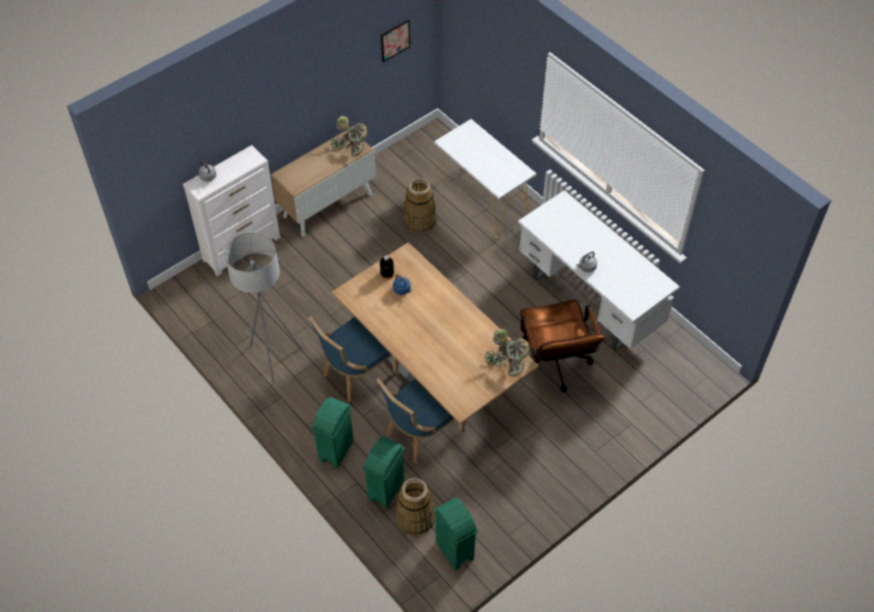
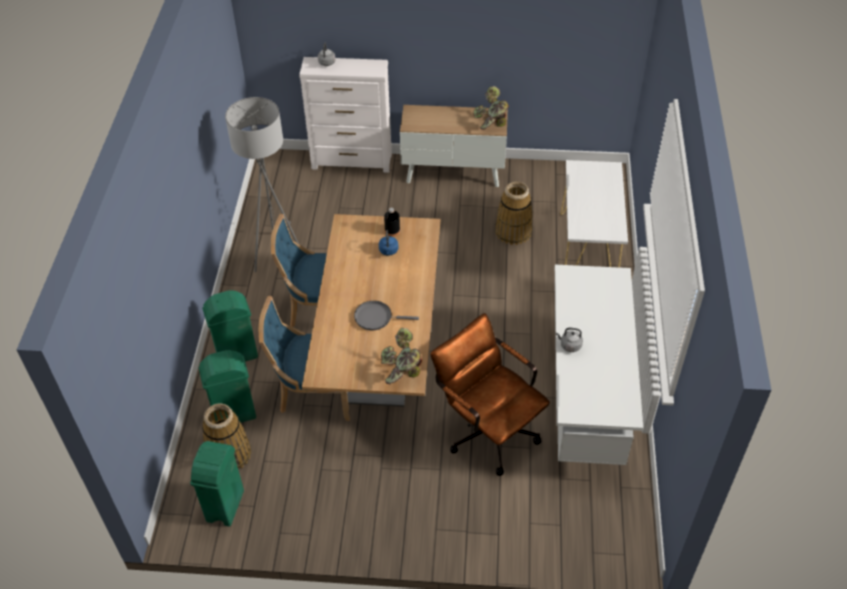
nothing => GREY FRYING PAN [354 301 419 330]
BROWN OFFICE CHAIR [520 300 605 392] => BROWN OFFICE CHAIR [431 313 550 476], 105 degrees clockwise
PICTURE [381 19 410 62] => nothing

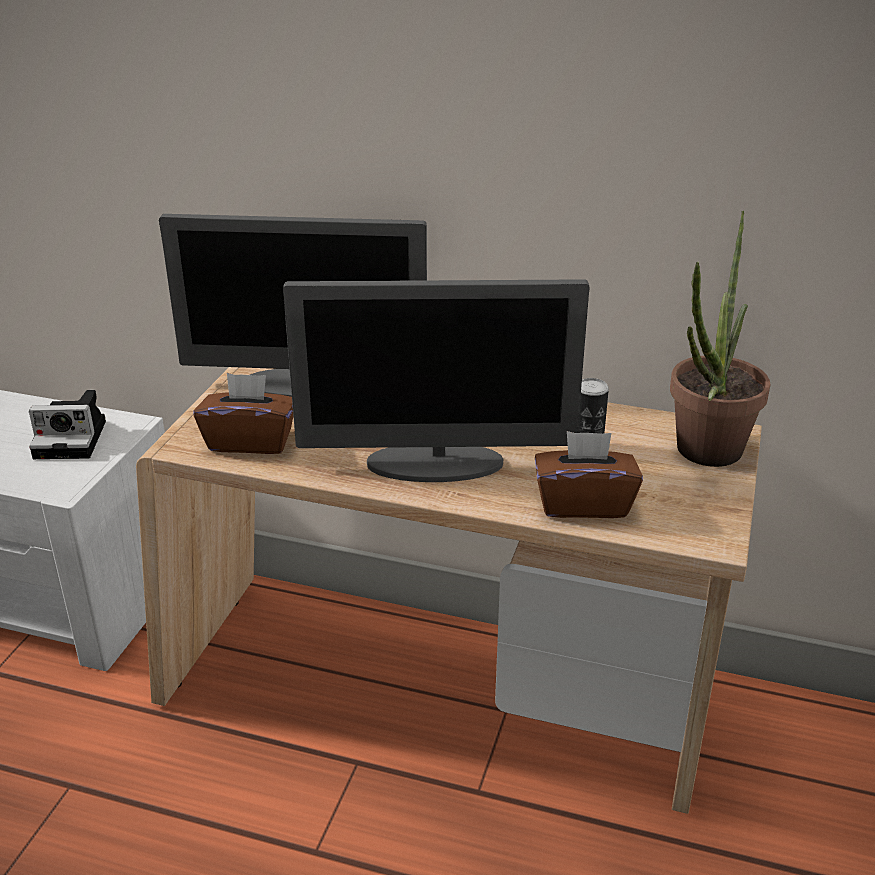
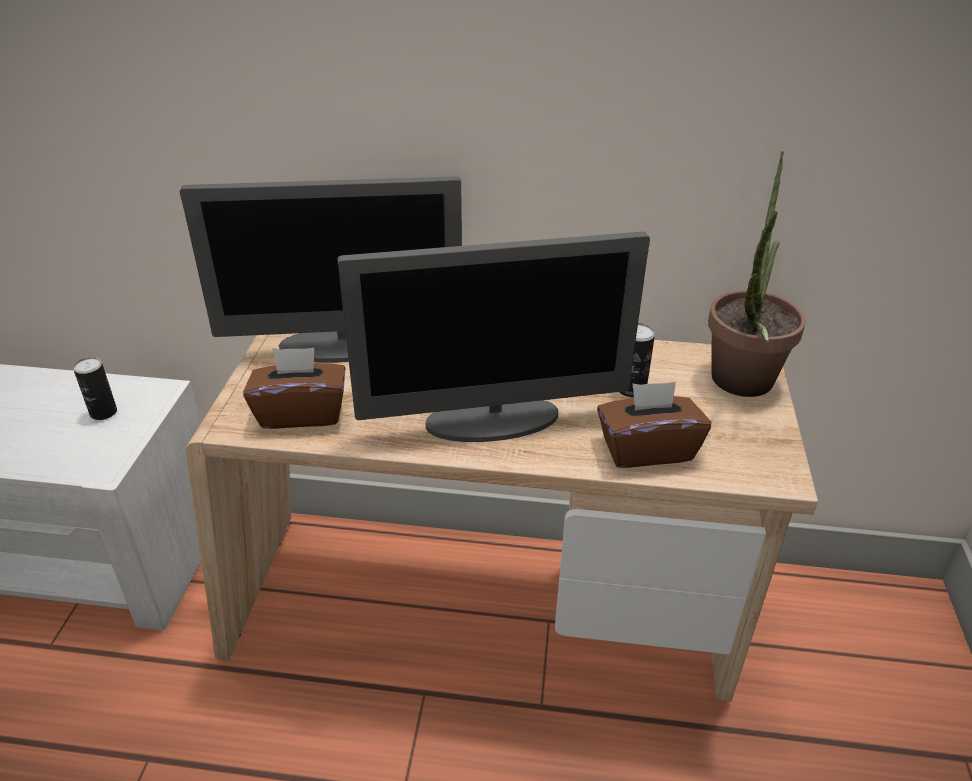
PHOTO CAMERA [29 390 106 459] => CAN [73 357 117 420]

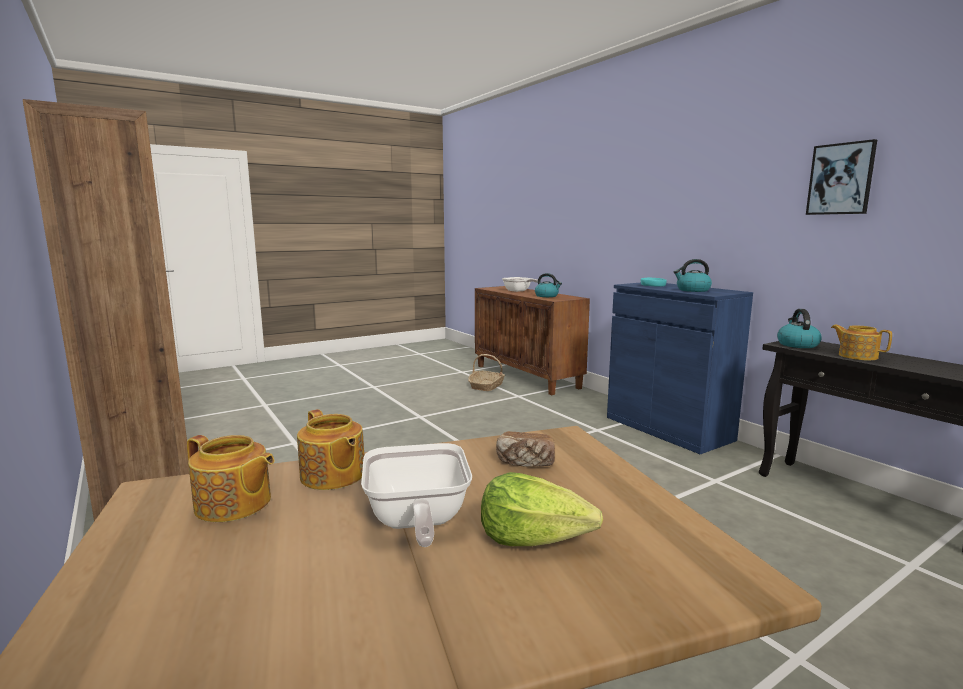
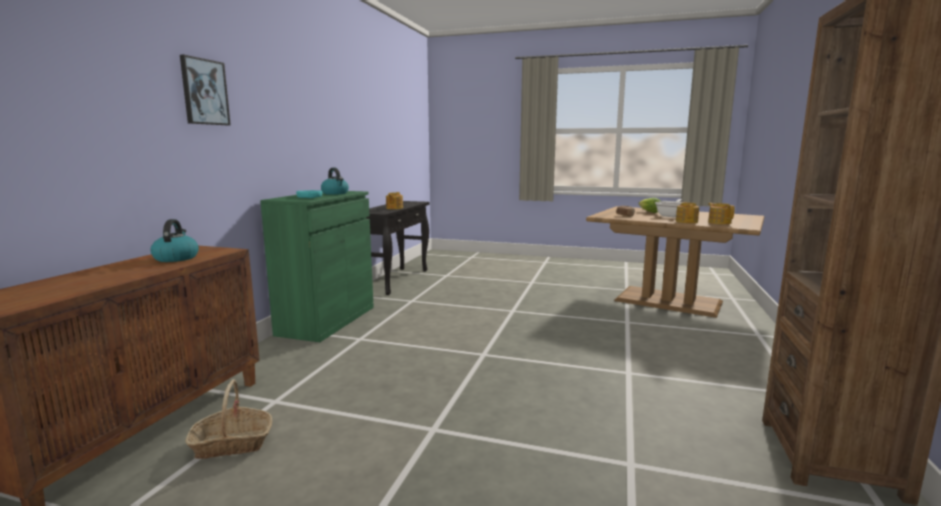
PICTURE [806 139 877 215] => PICTURE [180 55 231 125], moved
BLUE CABINET [607 283 753 454] => GREEN CABINET [260 191 374 342]
FRYING PAN [502 277 538 292] => nothing
KETTLE [777 309 822 348] => nothing

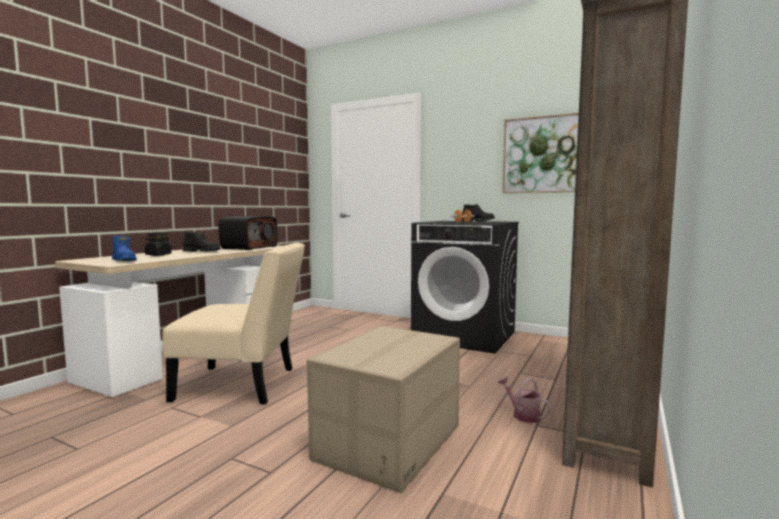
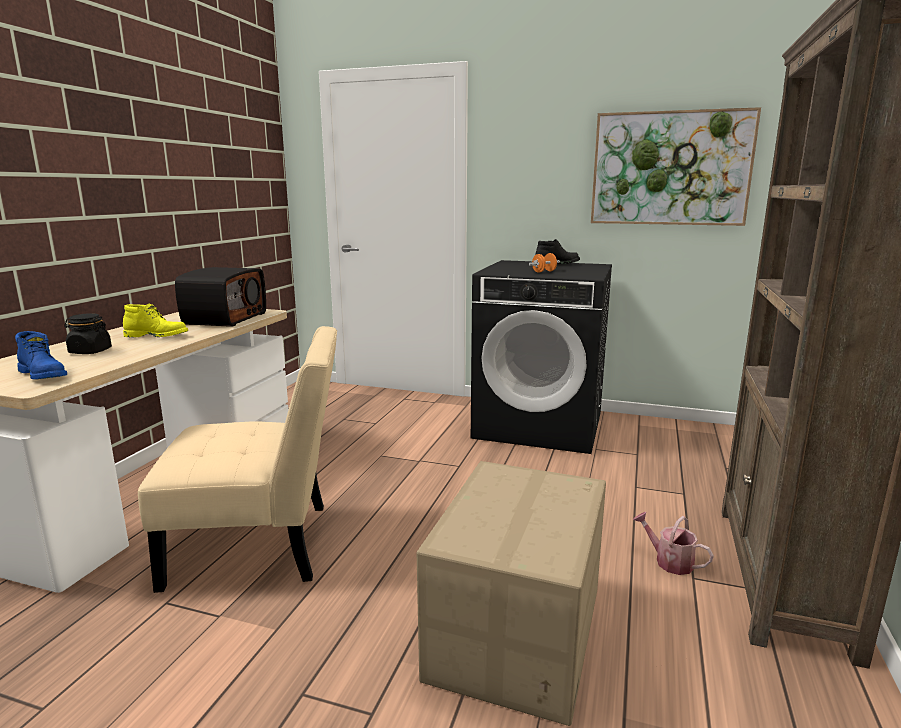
BLACK BOOT [183 231 221 252] => YELLOW BOOT [123 304 188 337]

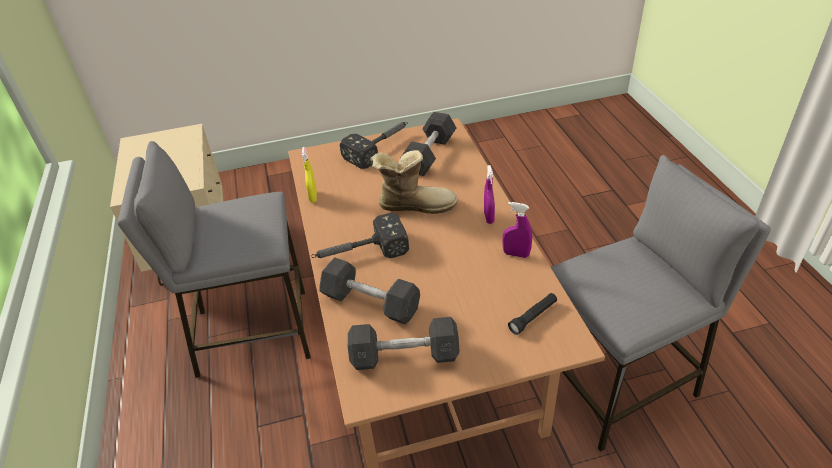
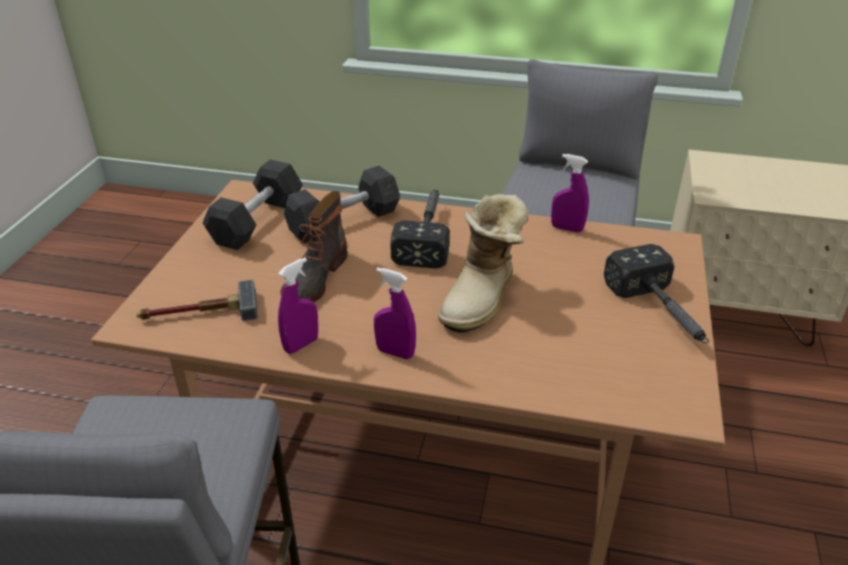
BLACK FLASHLIGHT [508 293 557 335] => HAMMER [136 280 258 321]
nothing => BOOT [280 191 347 302]
YELLOW SPRAY BOTTLE [302 147 317 203] => PURPLE SPRAY BOTTLE [551 154 589 233]
GREY DUMBBELL [401 112 457 176] => nothing

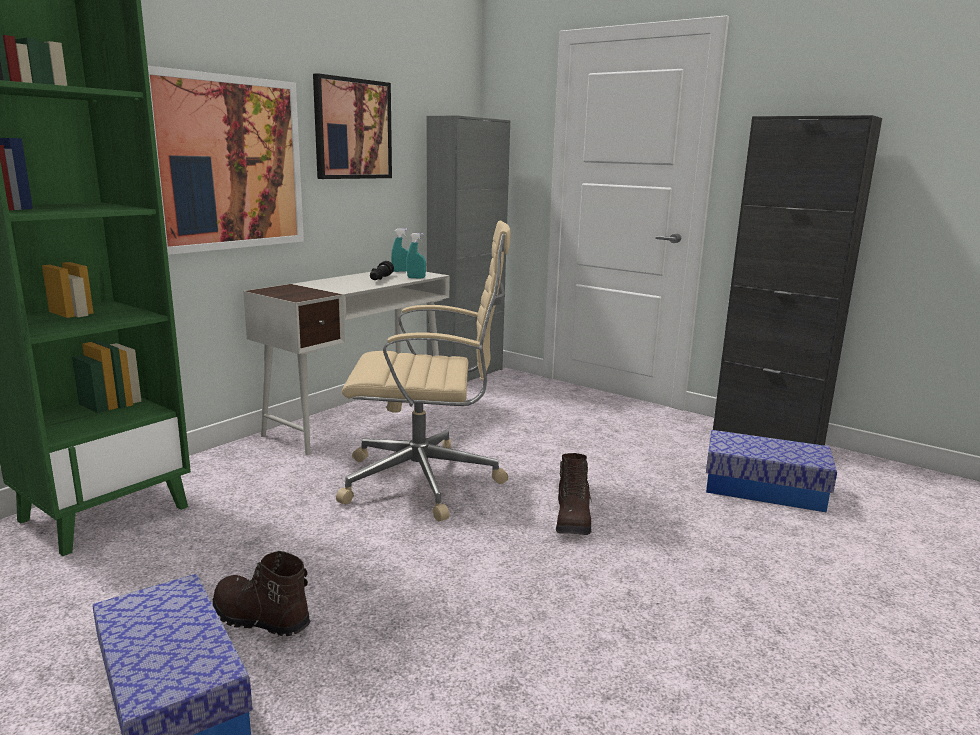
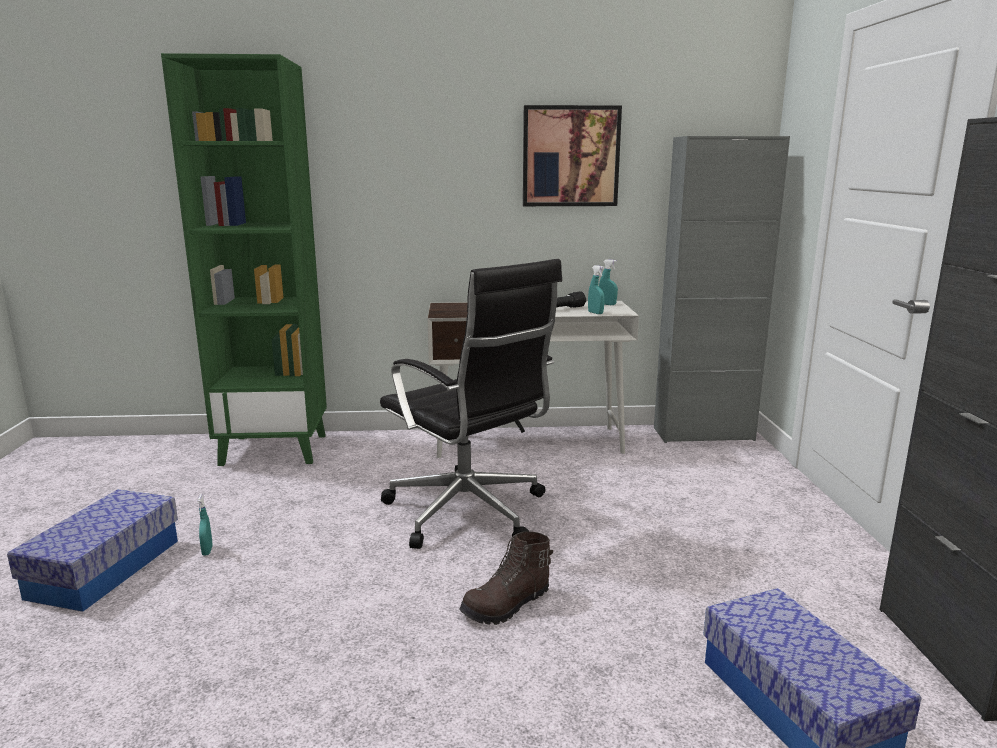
BROWN BOOT [213 551 310 636] => TURQUOISE SPRAY BOTTLE [197 494 213 556]
BEIGE OFFICE CHAIR [336 221 511 521] => BLACK OFFICE CHAIR [380 259 562 549]
PICTURE [148 66 304 255] => nothing

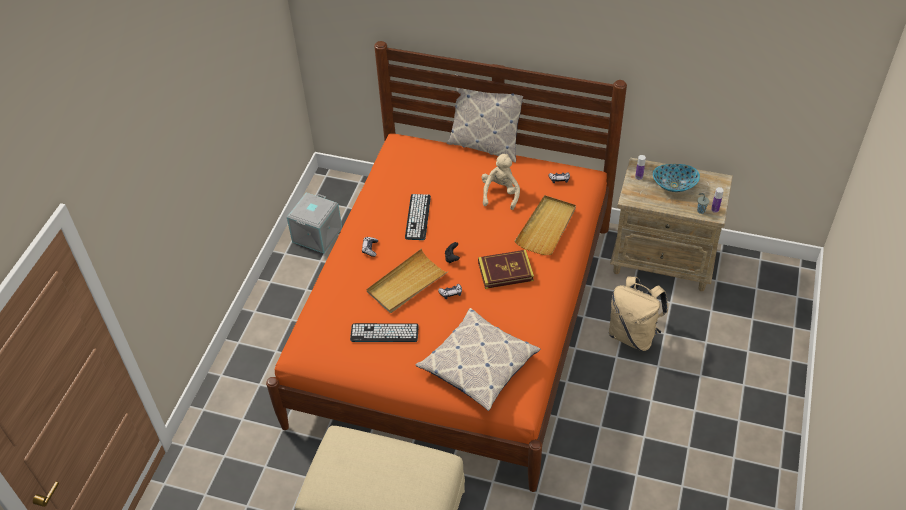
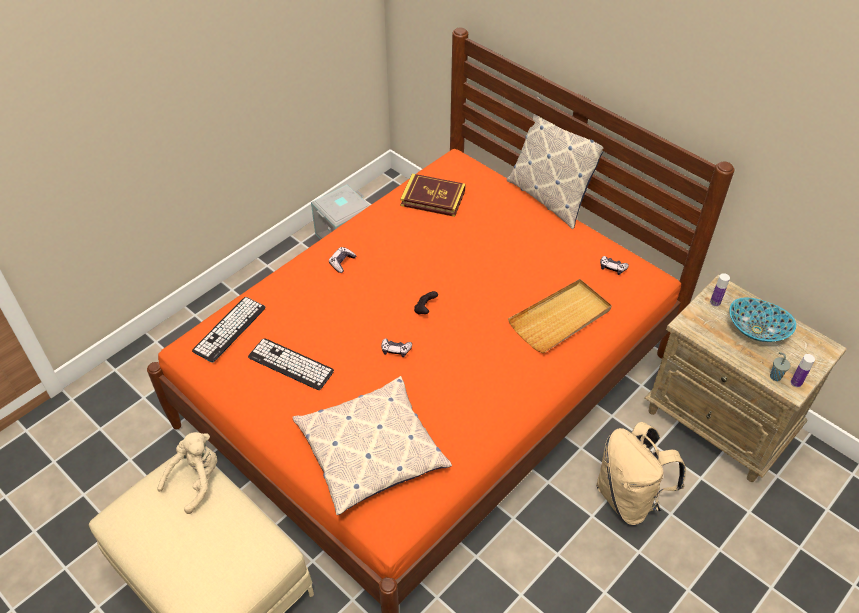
BEIGE PLUSH TOY [482 154 520 210] => BEIGE PLUSH TOY [157 432 217 514], moved
KEYBOARD [405 194 431 240] => KEYBOARD [192 297 266 363], moved
BOOK [478 250 534 289] => BOOK [400 174 465 217], moved
BEIGE TRAY [366 249 448 313] => nothing

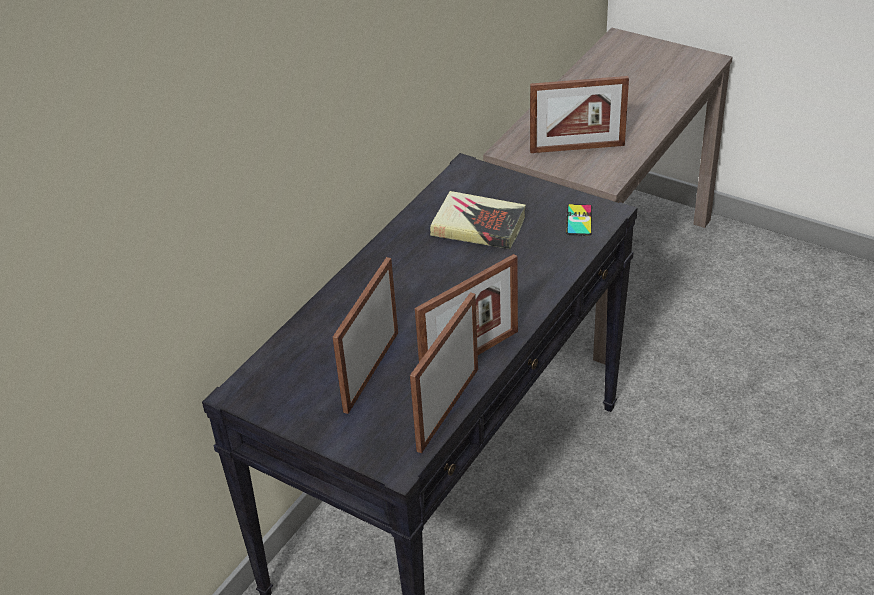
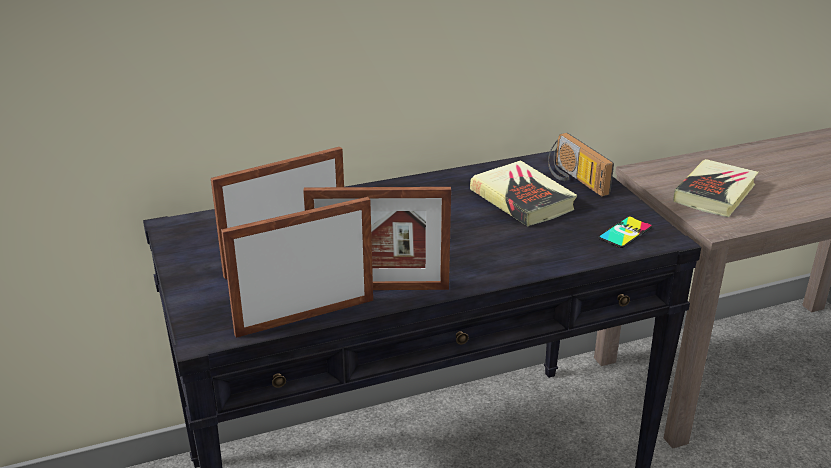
nothing => RADIO [548 133 614 196]
PICTURE FRAME [530 76 629 153] => BOOK [673 159 759 217]

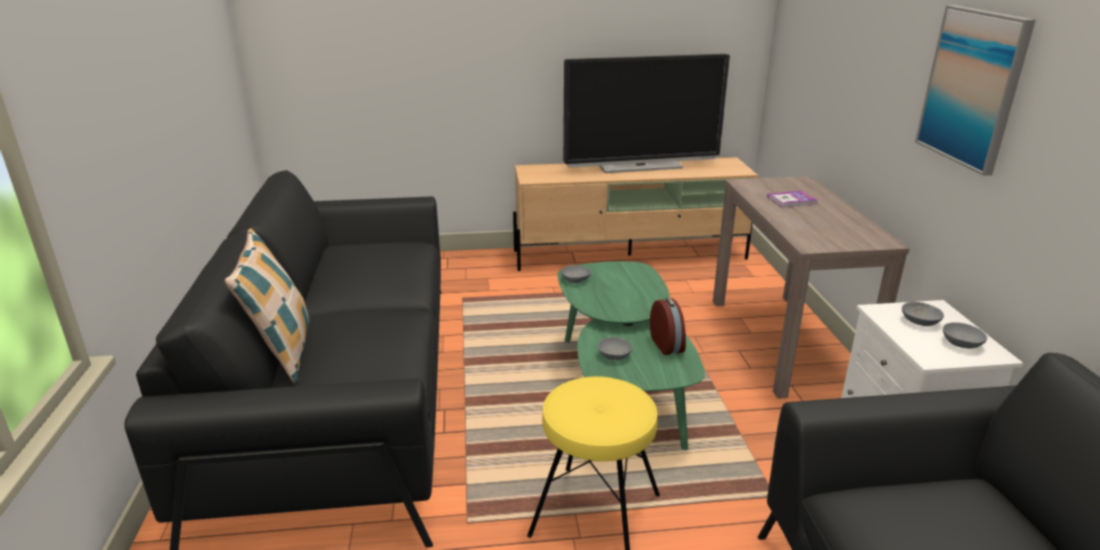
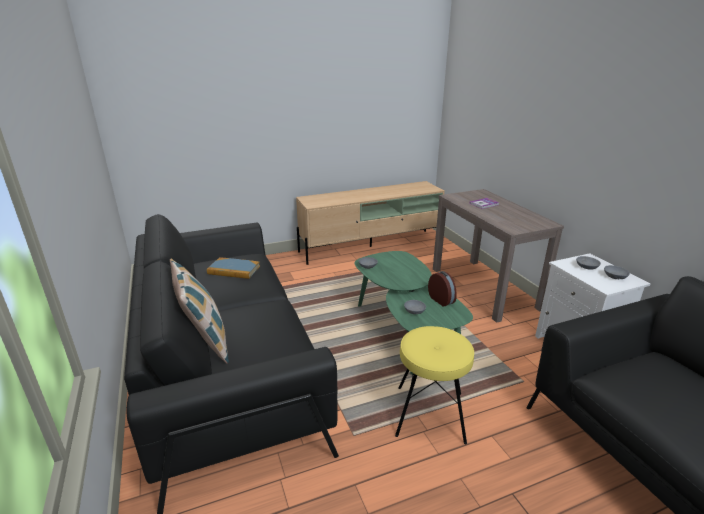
nothing => BOOK [207 257 260 279]
TELEVISION [563 54 730 173] => nothing
PICTURE [915 5 1036 176] => nothing

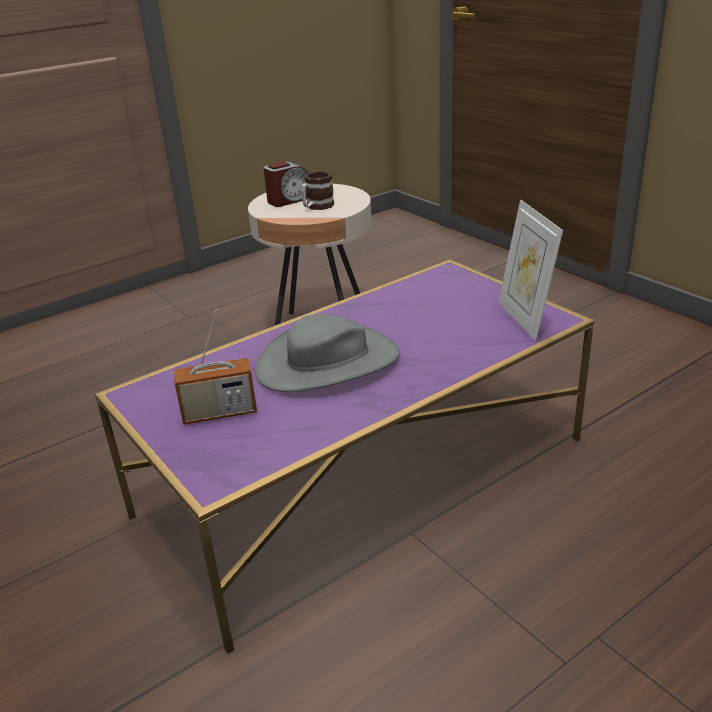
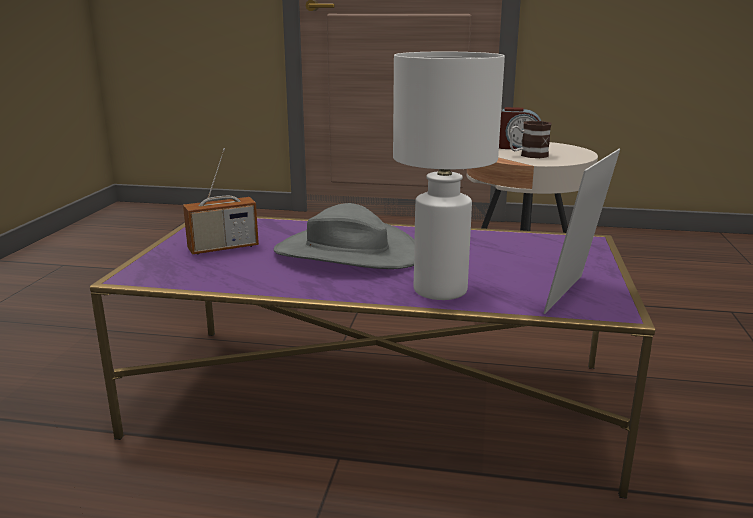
RADIO [174 309 257 425] => RADIO [183 148 259 255], 60 degrees counterclockwise
nothing => WHITE TABLE LAMP [393 52 505 300]

